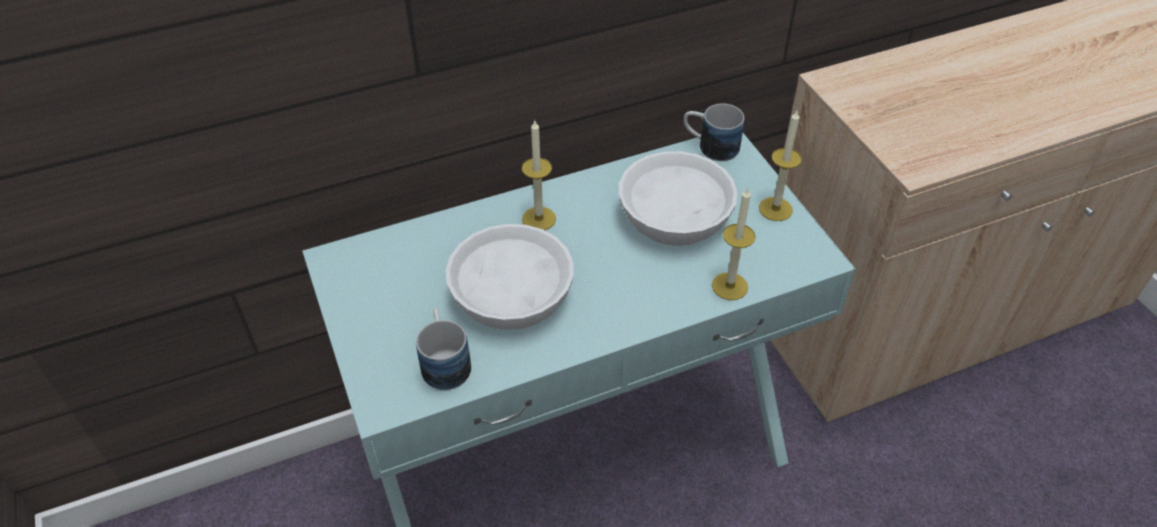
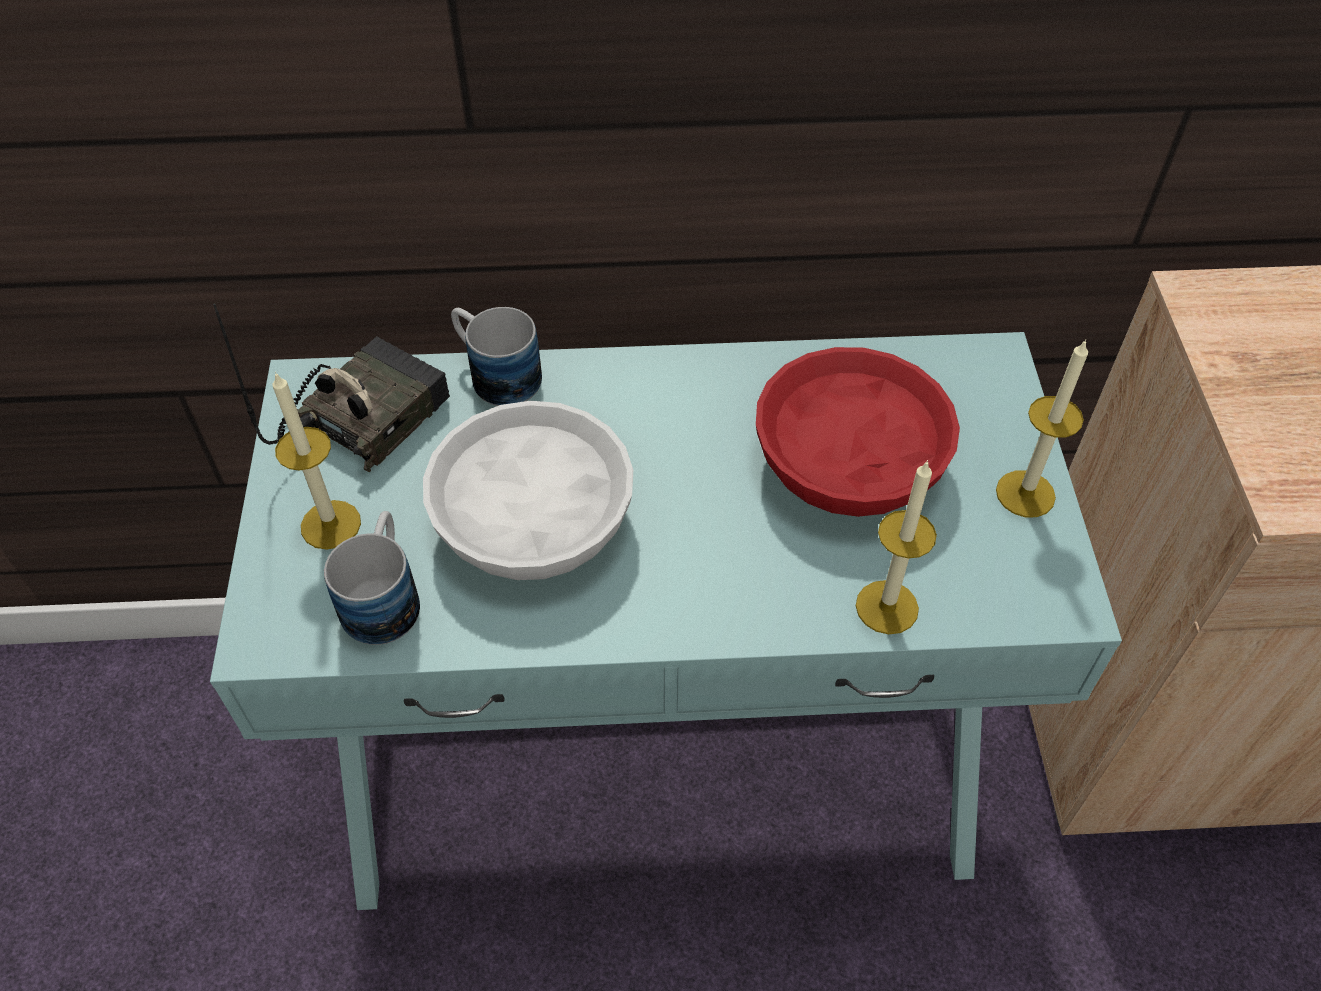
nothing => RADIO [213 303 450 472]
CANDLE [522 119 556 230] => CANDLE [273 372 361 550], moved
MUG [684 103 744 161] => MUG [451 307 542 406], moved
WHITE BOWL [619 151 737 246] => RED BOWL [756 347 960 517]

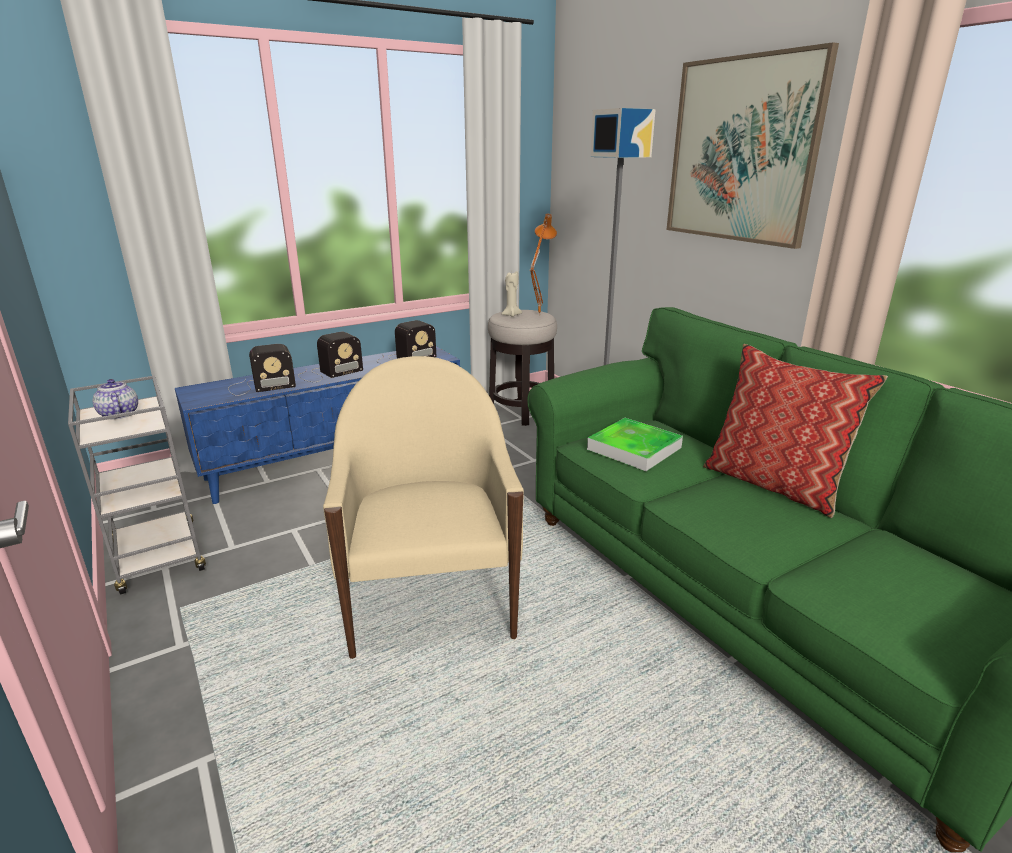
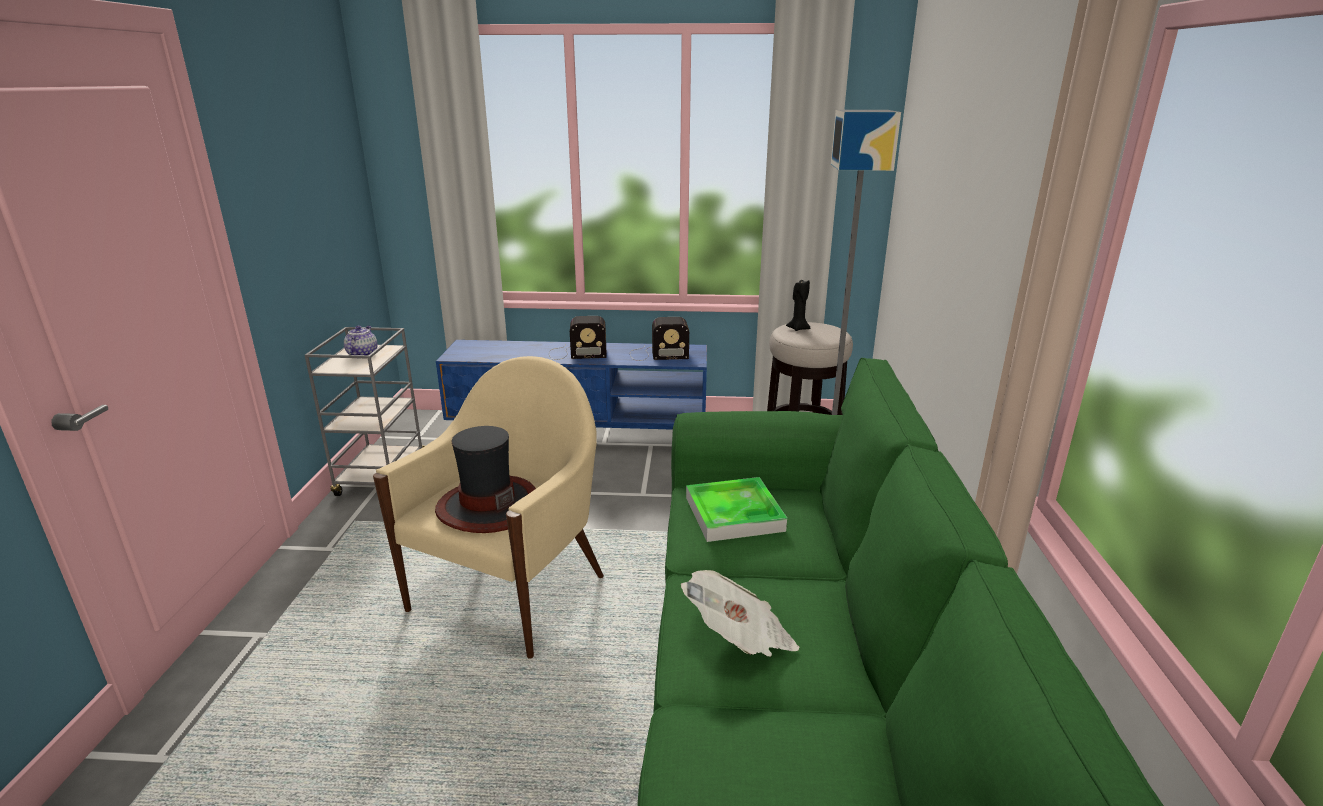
nothing => HAT [435 426 536 533]
nothing => NEWSPAPER [681 570 799 657]
BEIGE CANDLE [502 271 522 317] => BLACK CANDLE [786 280 810 331]
RADIO [228 344 296 396] => nothing
ORANGE TABLE LAMP [529 214 557 313] => nothing
PICTURE [667 42 839 249] => nothing
PILLOW [703 344 888 518] => nothing

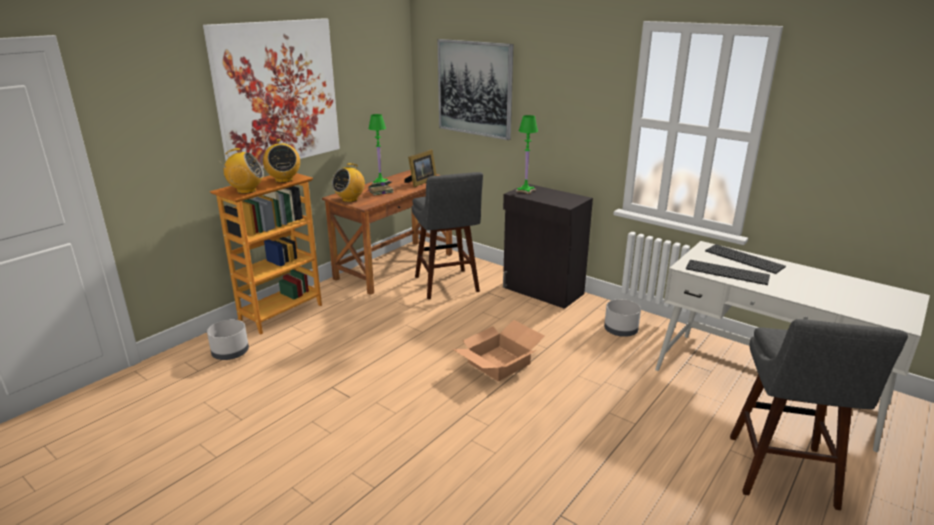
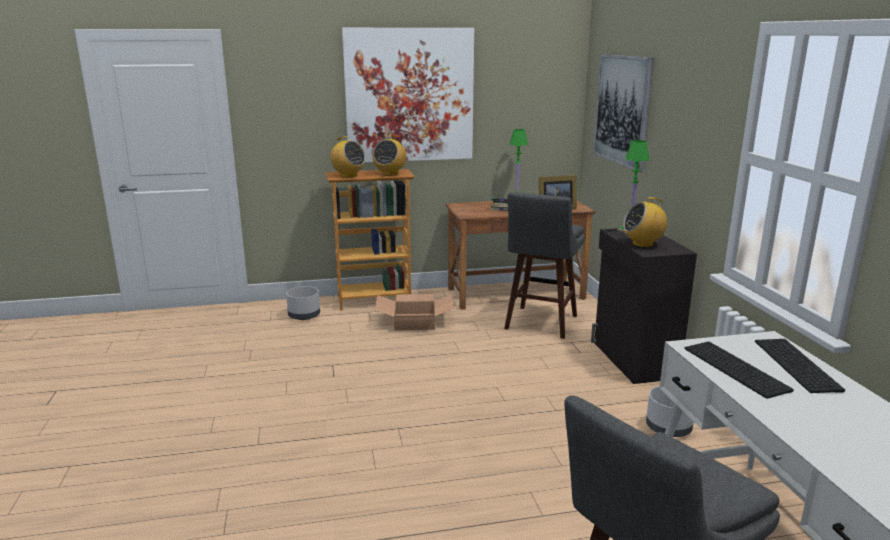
CARDBOARD BOX [453 320 545 381] => CARDBOARD BOX [375 294 454 330], moved
RADIO [332 163 365 202] => RADIO [623 197 667 247], moved

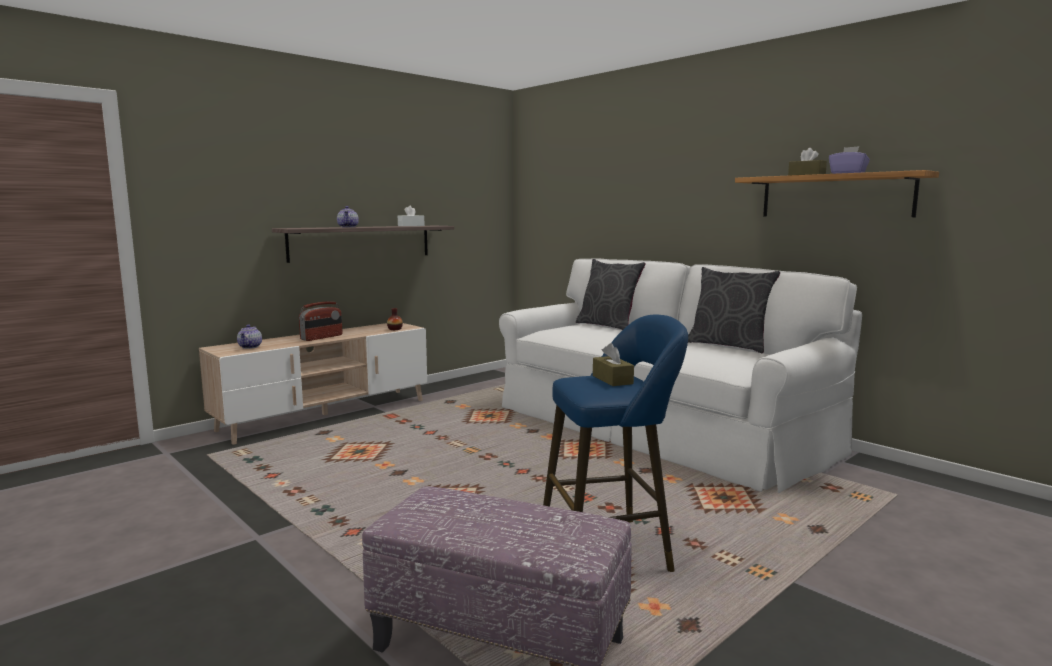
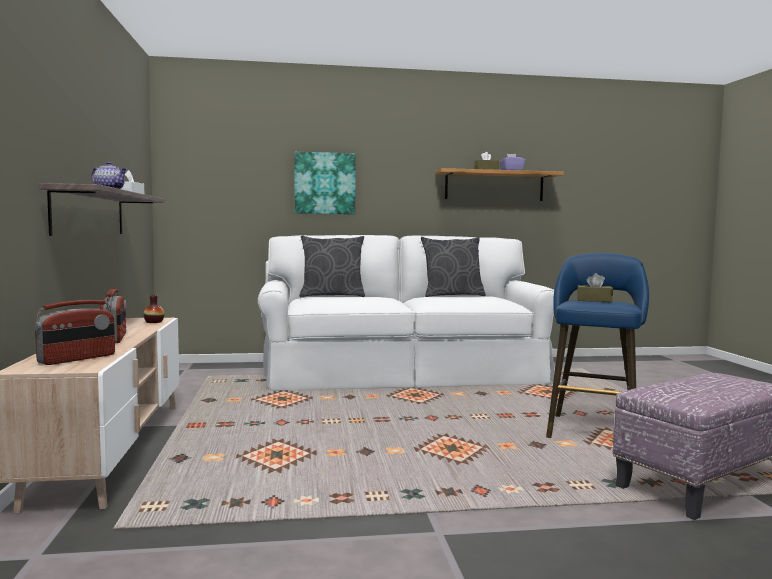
TEAPOT [237 325 262 349] => RADIO [34 300 115 365]
nothing => PICTURE [295 152 356 214]

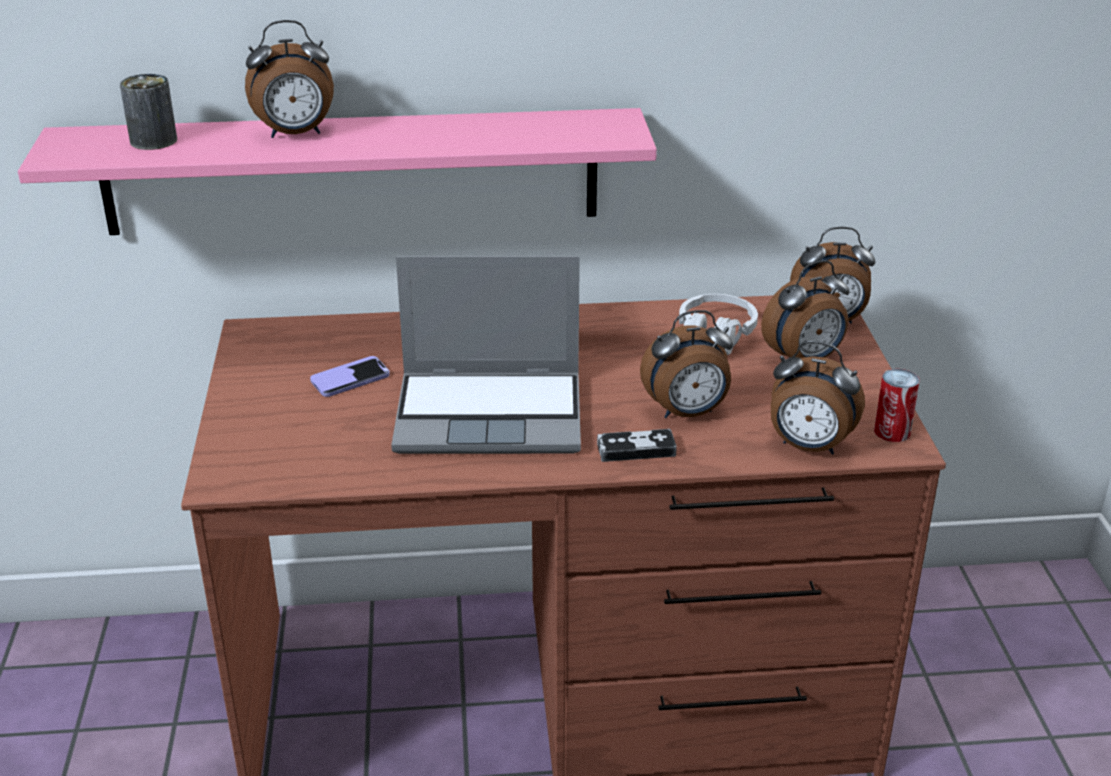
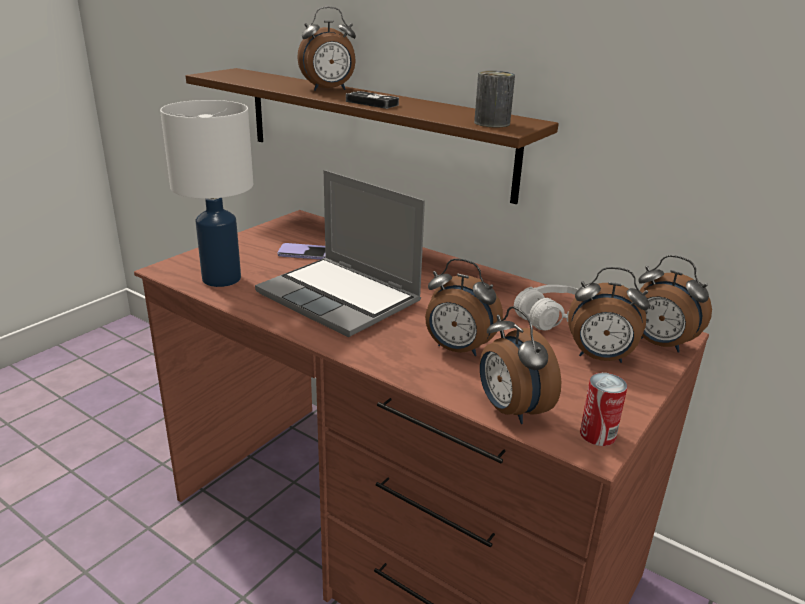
nothing => WHITE TABLE LAMP [160 100 253 287]
PINK SHELF [18 108 657 235] => BROWN SHELF [186 68 559 204]
ALARM CLOCK [245 20 334 138] => ALARM CLOCK [297 7 356 91], 45 degrees counterclockwise
GAME CONTROLLER [597 429 677 462] => GAME CONTROLLER [346 91 399 109], moved
CAN [120 74 177 150] => CAN [474 71 515 127], moved

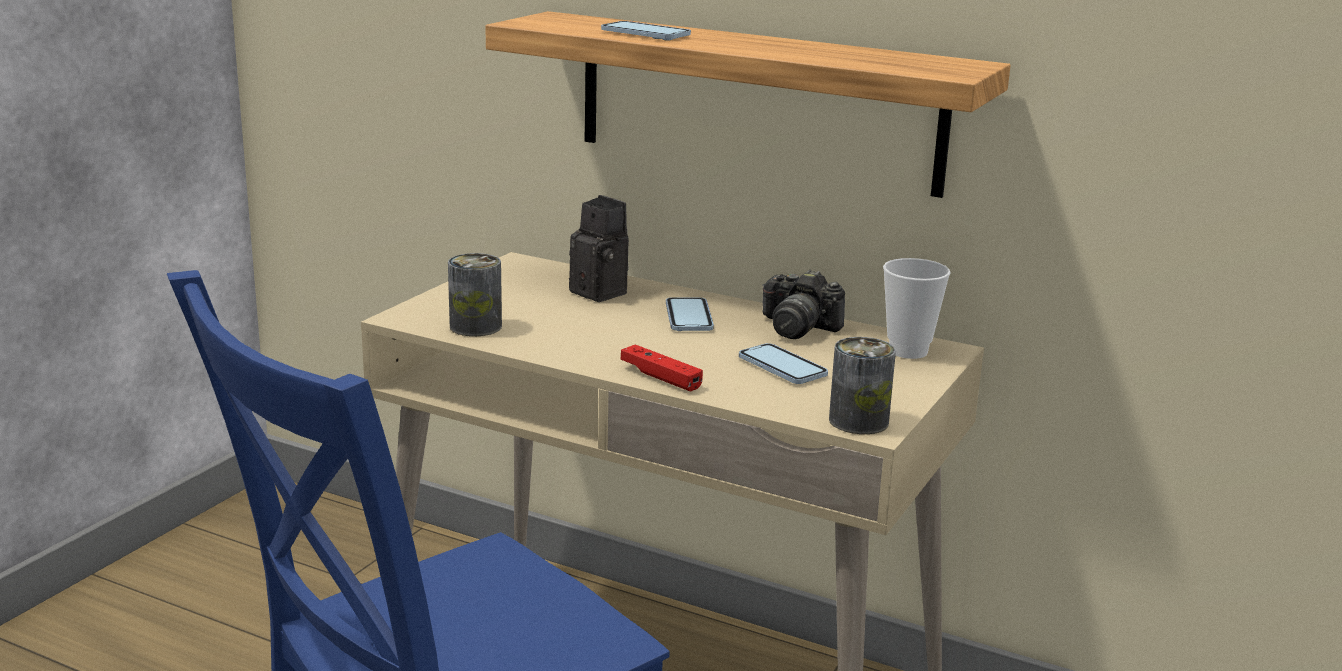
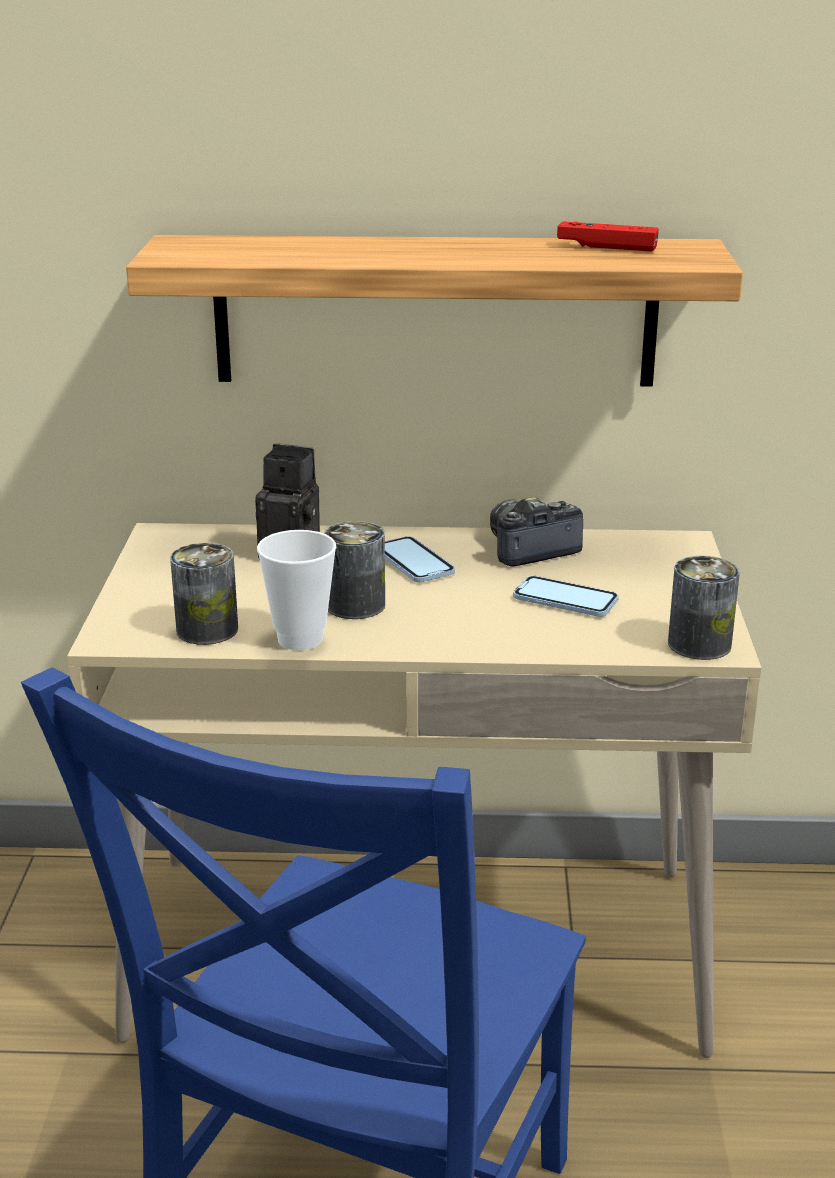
CUP [883 258 950 359] => CUP [257 530 336 650], moved
nothing => CAN [324 521 385 619]
PHOTO CAMERA [762 269 845 339] => PHOTO CAMERA [490 497 583 567], 150 degrees clockwise
RED GAME CONTROLLER [621 344 703 391] => RED GAME CONTROLLER [557 221 659 252], moved
PHONE [601 21 691 40] => nothing

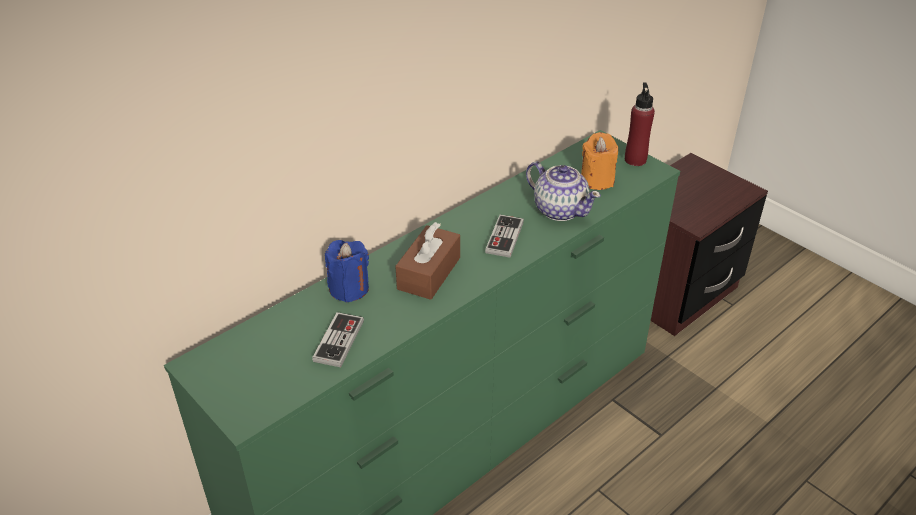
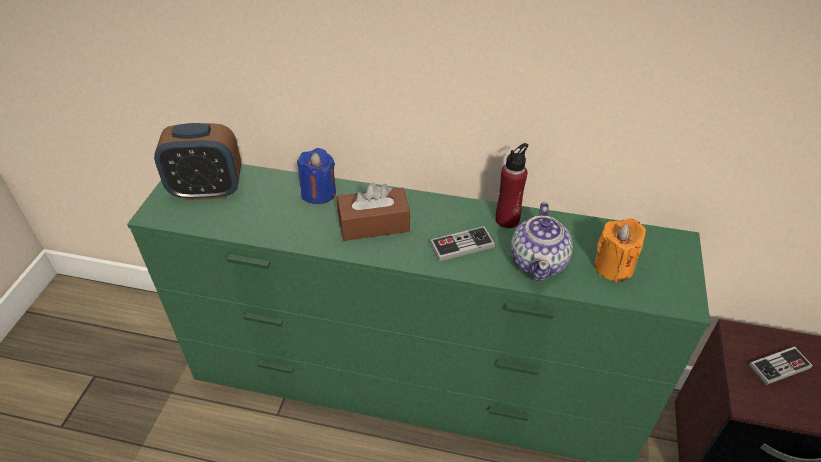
nothing => ALARM CLOCK [154 123 241 200]
RED BOTTLE [625 82 655 166] => RED BOTTLE [495 143 528 228], moved
GAME CONTROLLER [312 312 364 367] => GAME CONTROLLER [749 347 813 385], moved

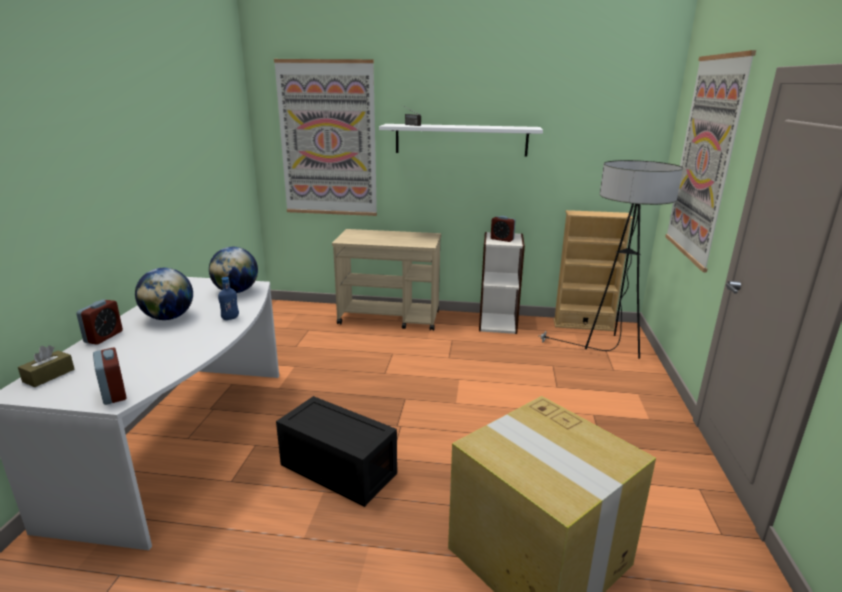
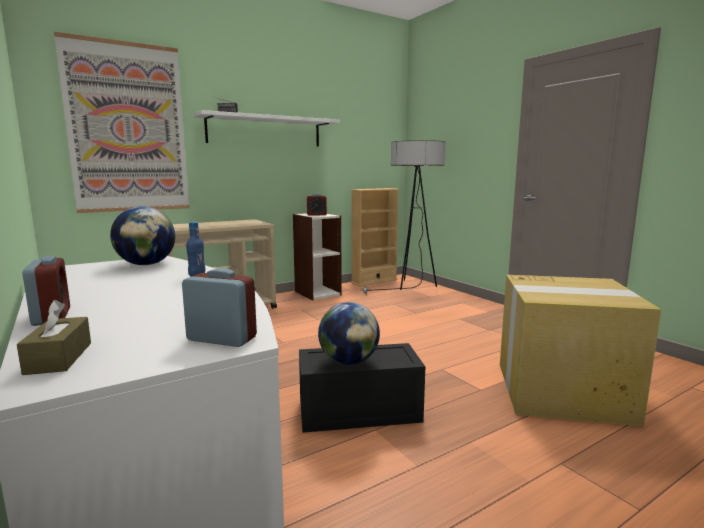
GLOBE [135 268 193 320] => GLOBE [318 302 380 365], moved
PICTURE [665 50 756 272] => nothing

